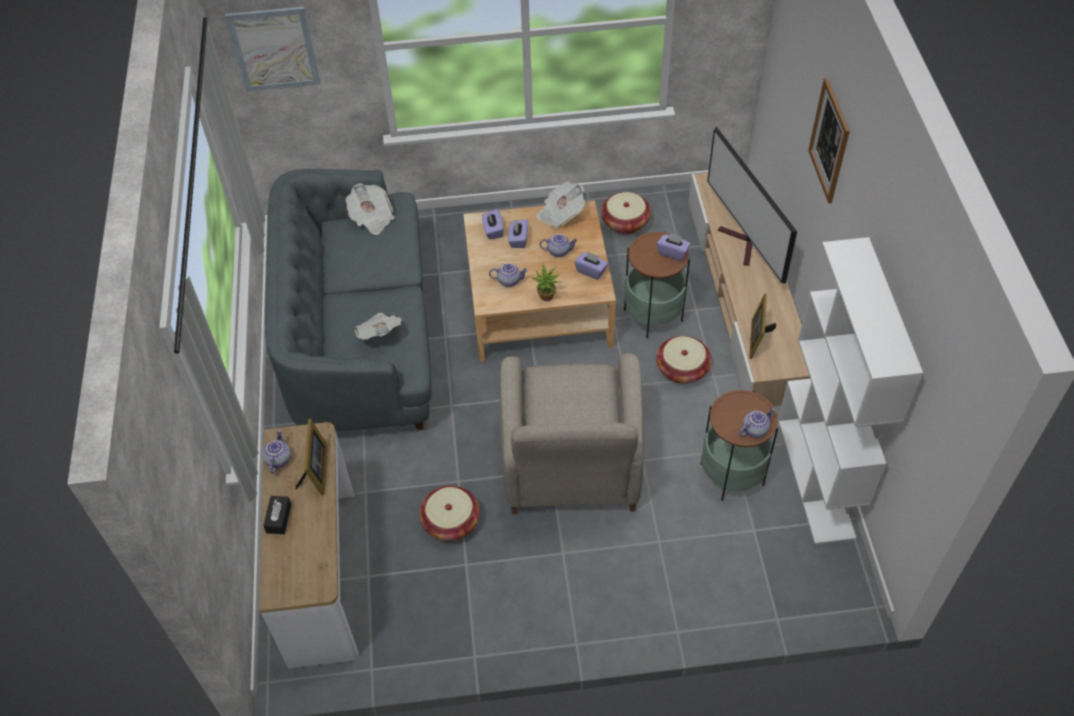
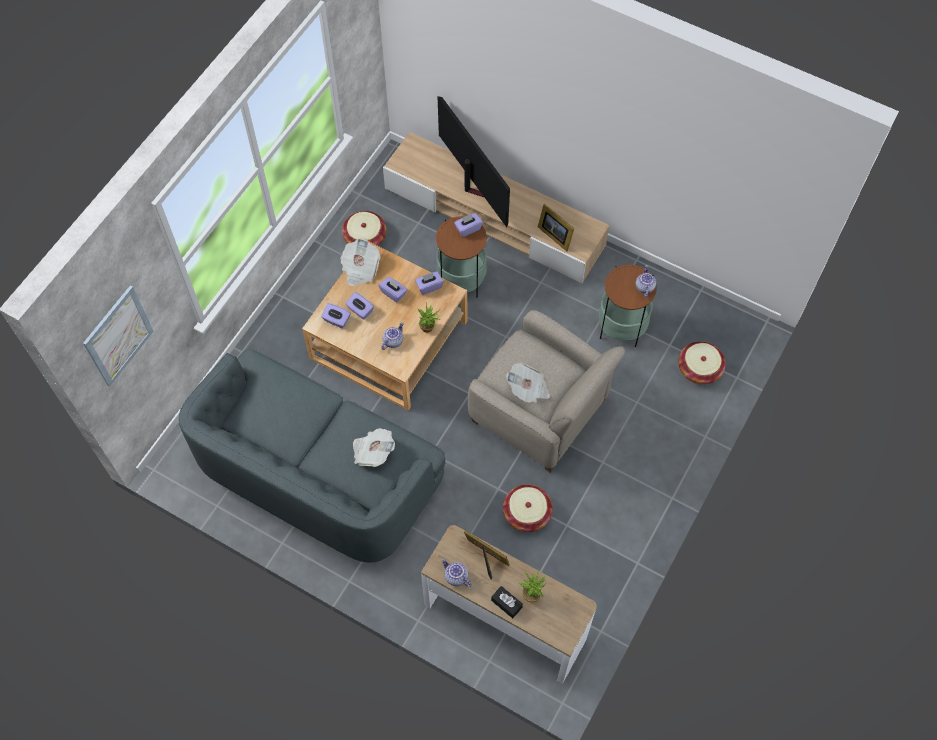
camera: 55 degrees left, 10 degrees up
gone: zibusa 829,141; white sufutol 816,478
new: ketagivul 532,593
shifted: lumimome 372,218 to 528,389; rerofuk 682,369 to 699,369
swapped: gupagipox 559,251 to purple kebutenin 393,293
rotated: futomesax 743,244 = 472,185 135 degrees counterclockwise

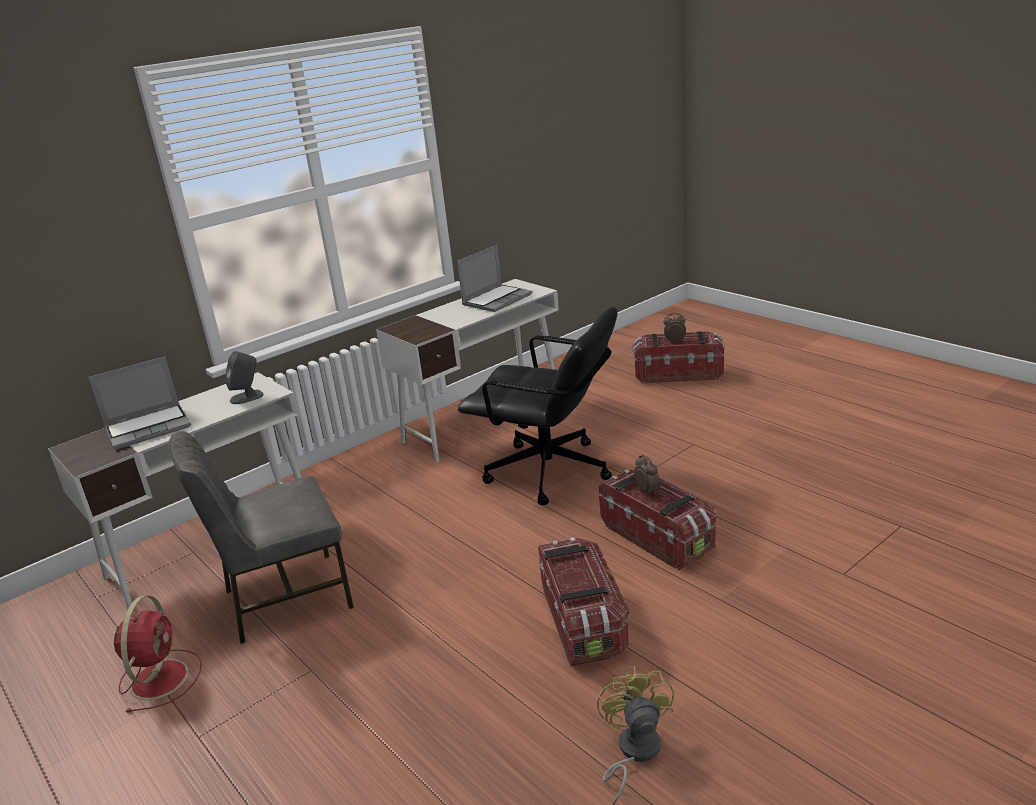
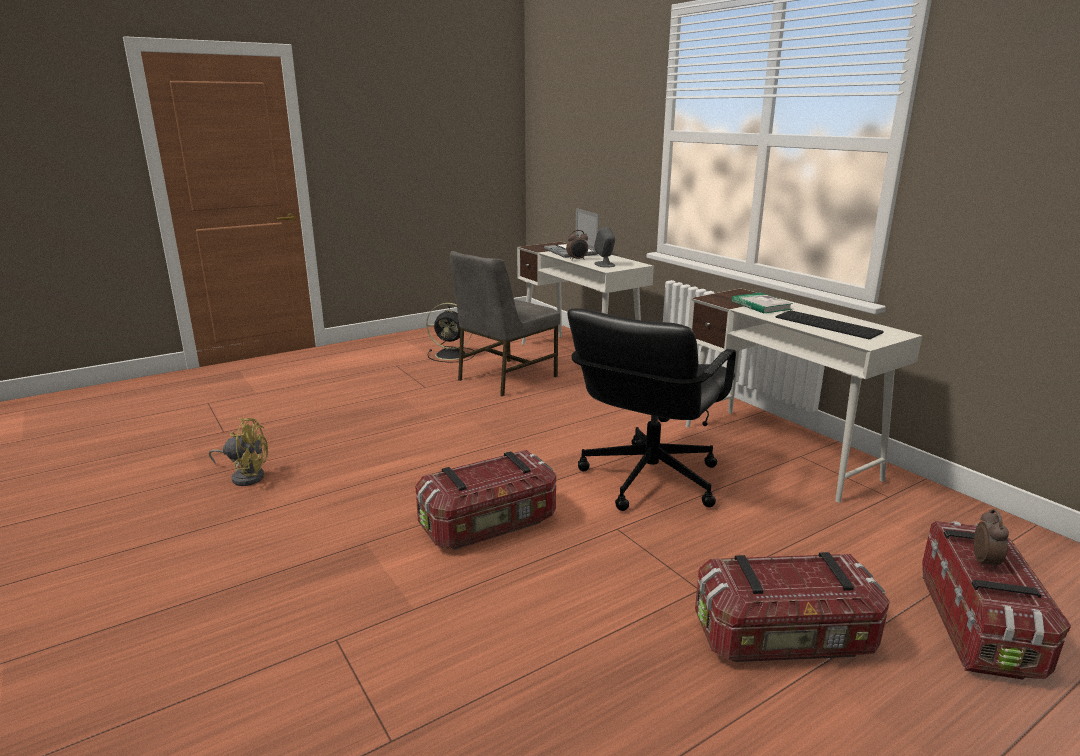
camera: 95 degrees right, 5 degrees down
new: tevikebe 761,305
shifted: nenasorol 648,492 to 577,259; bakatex 583,621 to 784,639
swapped: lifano 497,299 to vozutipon 829,325
repainted: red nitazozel 160,677 to black nitazozel 452,355
rotated: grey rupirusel 285,598 = 505,378 120 degrees counterclockwise

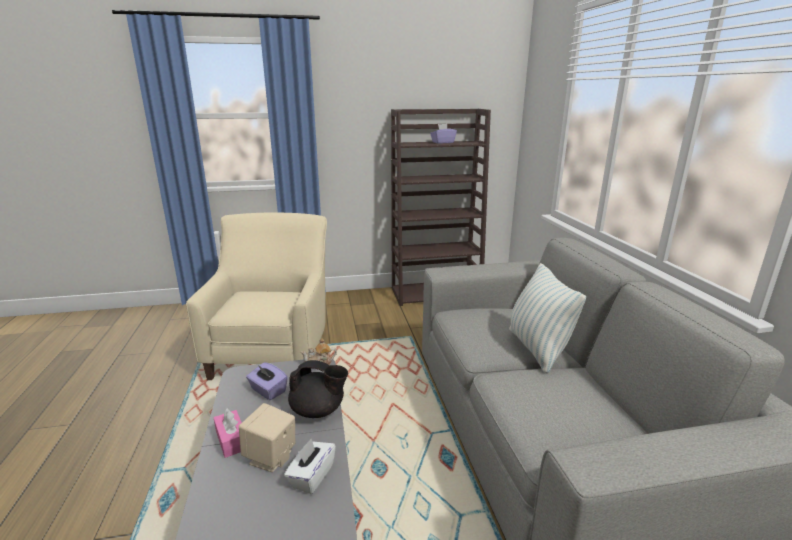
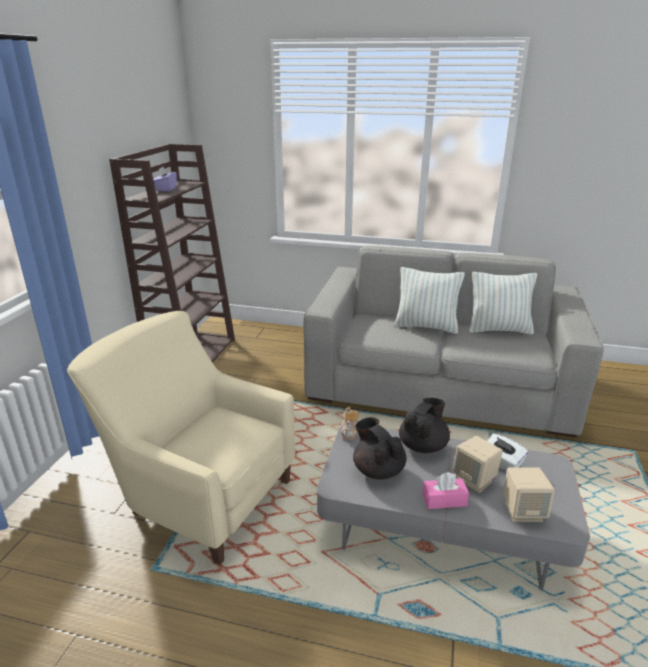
camera: 65 degrees left, 5 degrees up
new: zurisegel 498,329; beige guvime 523,511
swapped: purple kebutenin 268,391 to black gupagipox 378,470

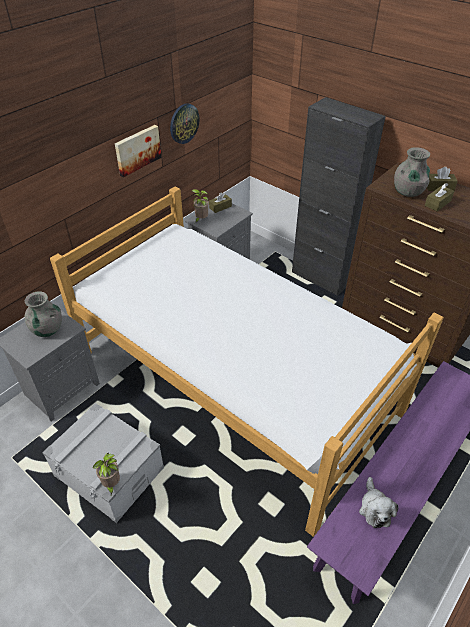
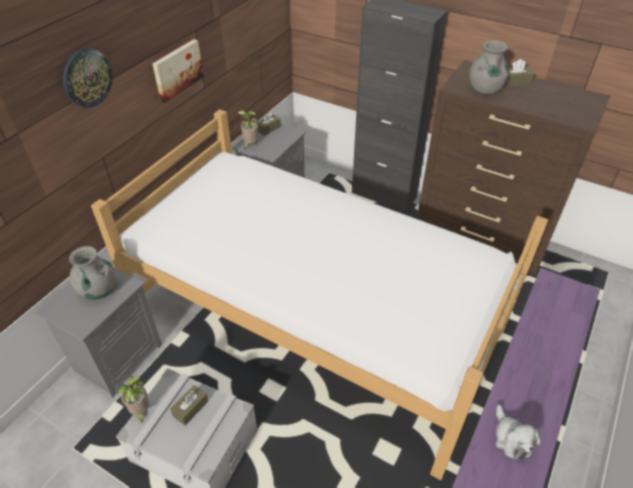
camera: 10 degrees left, 0 degrees up
shifted: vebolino 184,123 to 87,78; brown kebutenin 437,203 to 190,408; ketagivul 111,484 to 140,411

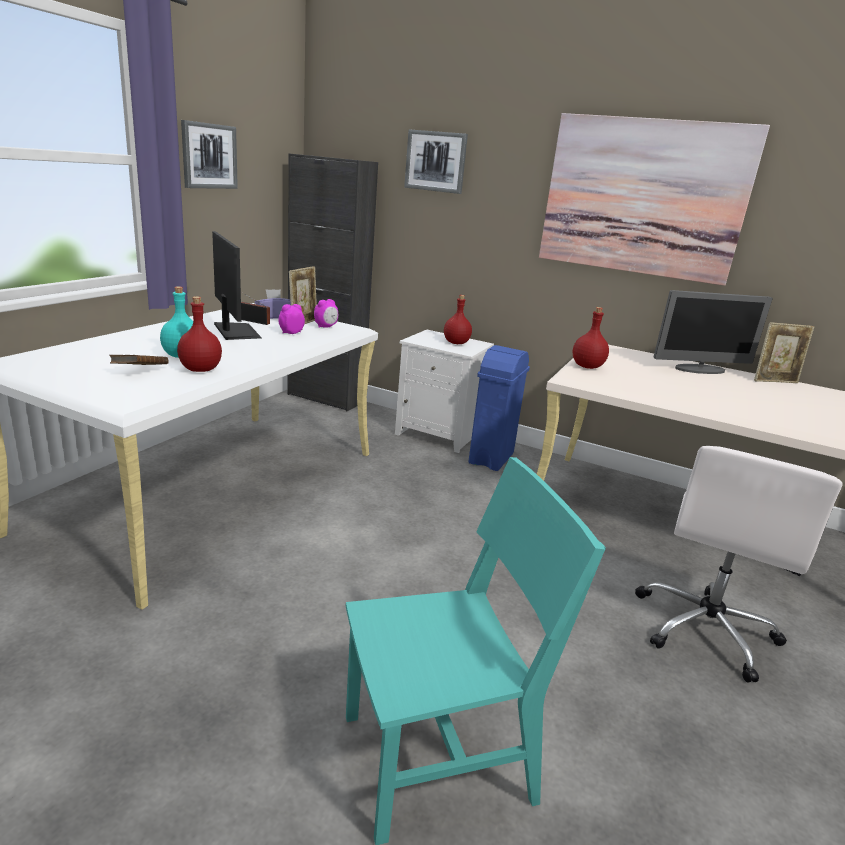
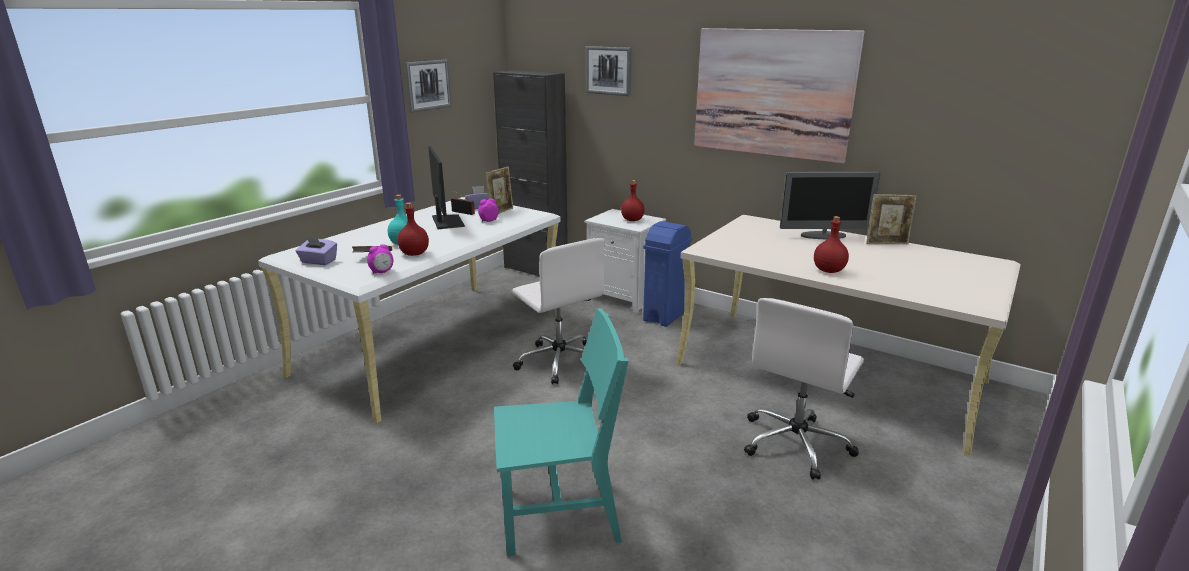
camera: 10 degrees right, 0 degrees up
new: purple kebutenin 318,261; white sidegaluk 559,361
shifted: nenasorol 326,327 to 382,272; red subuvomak 586,367 to 828,270

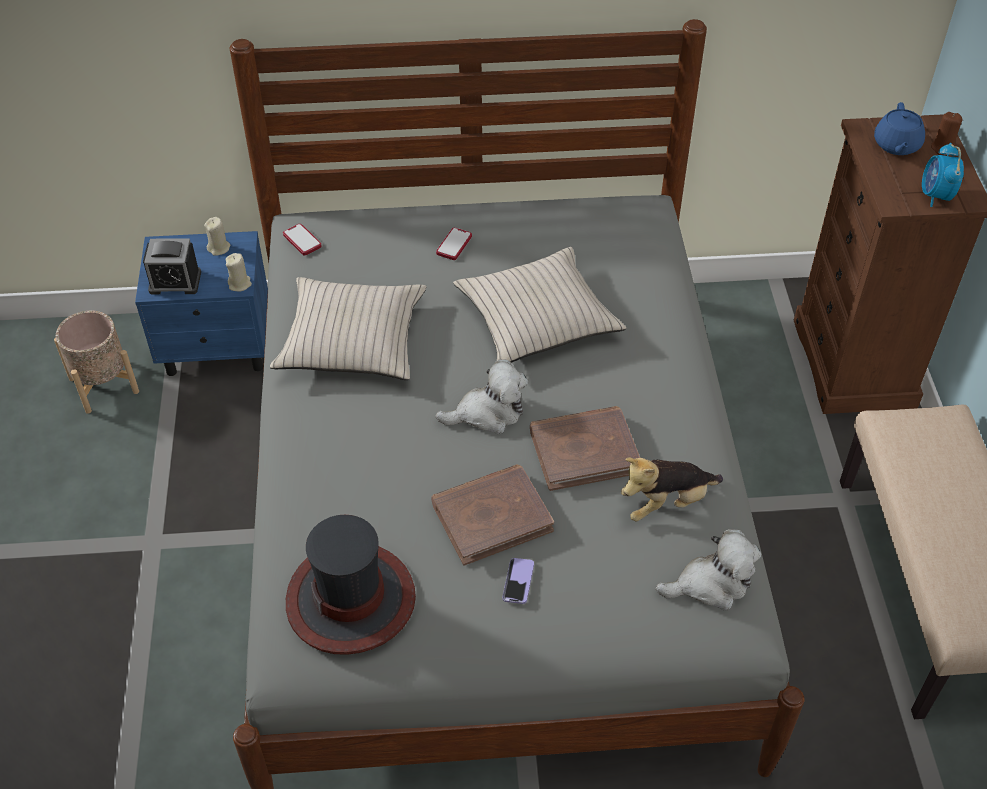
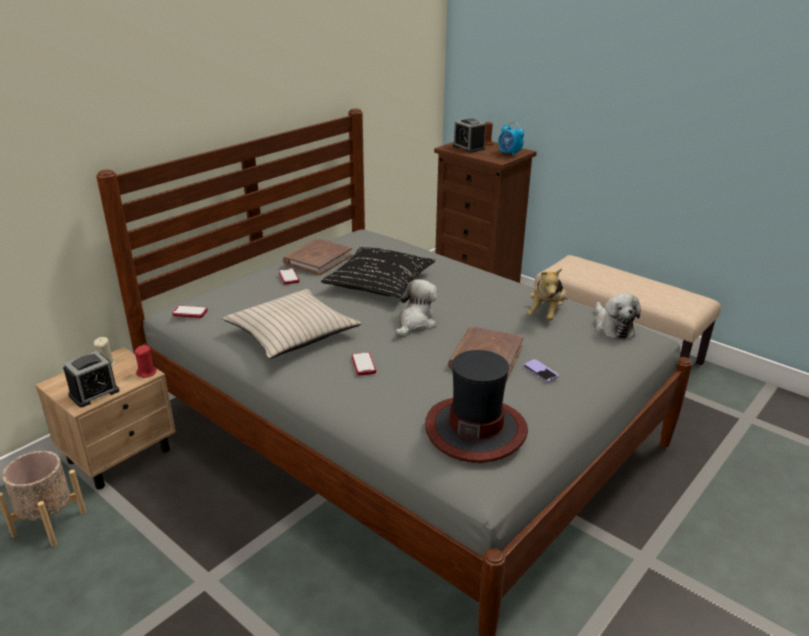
camera: 45 degrees left, 20 degrees down
new: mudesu 363,365
shifted: brown tevikebe 584,451 to 318,260
swapped: blue gupagipox 896,145 to nenasorol 468,148
repainted: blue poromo 218,346 to beige poromo 121,455; beige zurisegel 537,318 to black zurisegel 379,282; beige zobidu 240,284 to red zobidu 147,373
rotated: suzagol 711,584 = 612,327 135 degrees clockwise

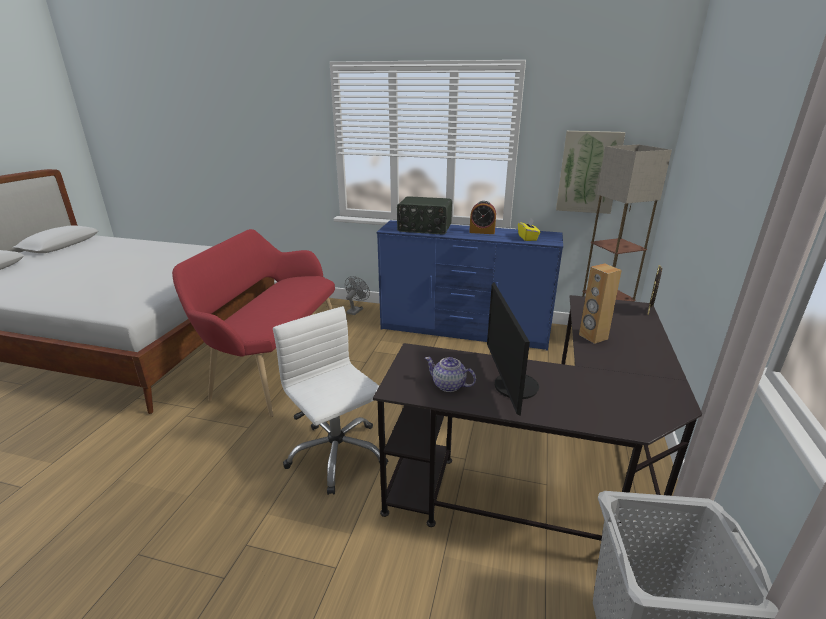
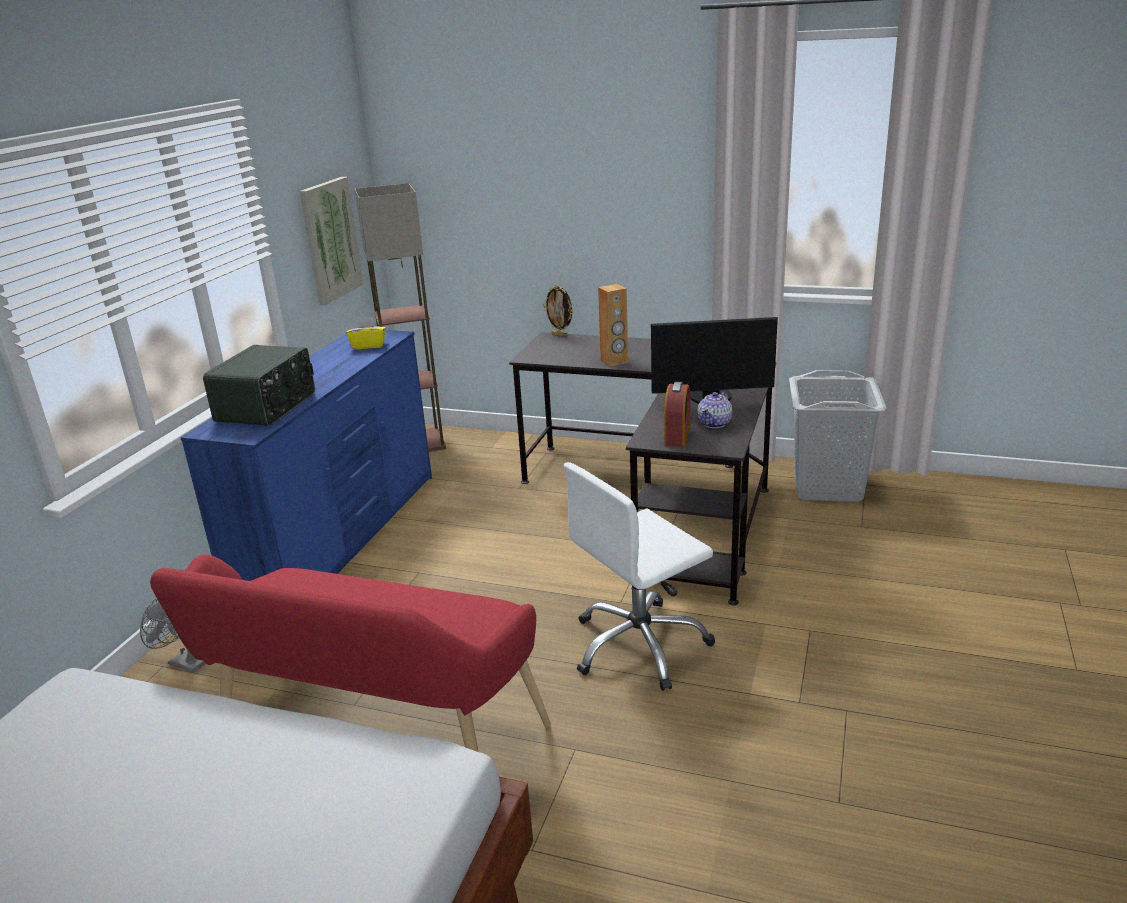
camera: 85 degrees left, 0 degrees up
shifted: nenasorol 482,232 to 677,436

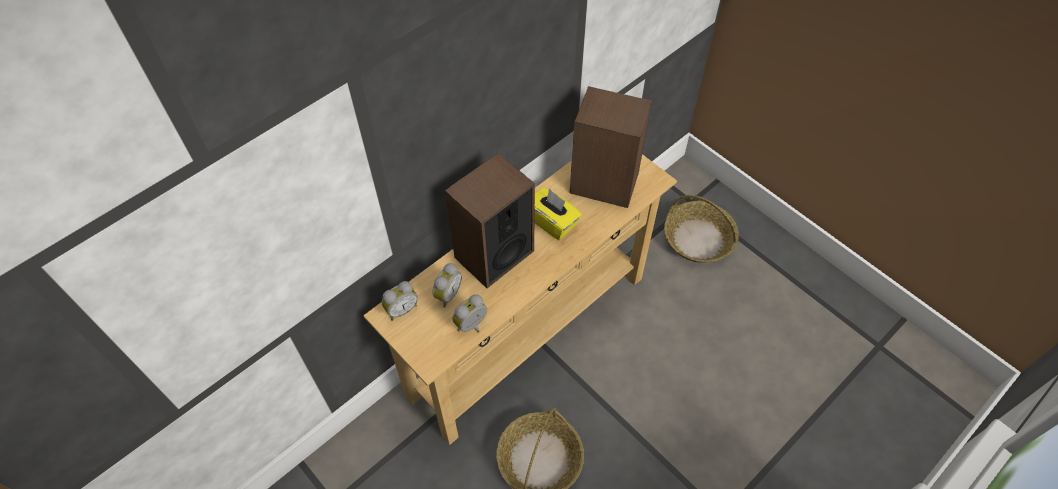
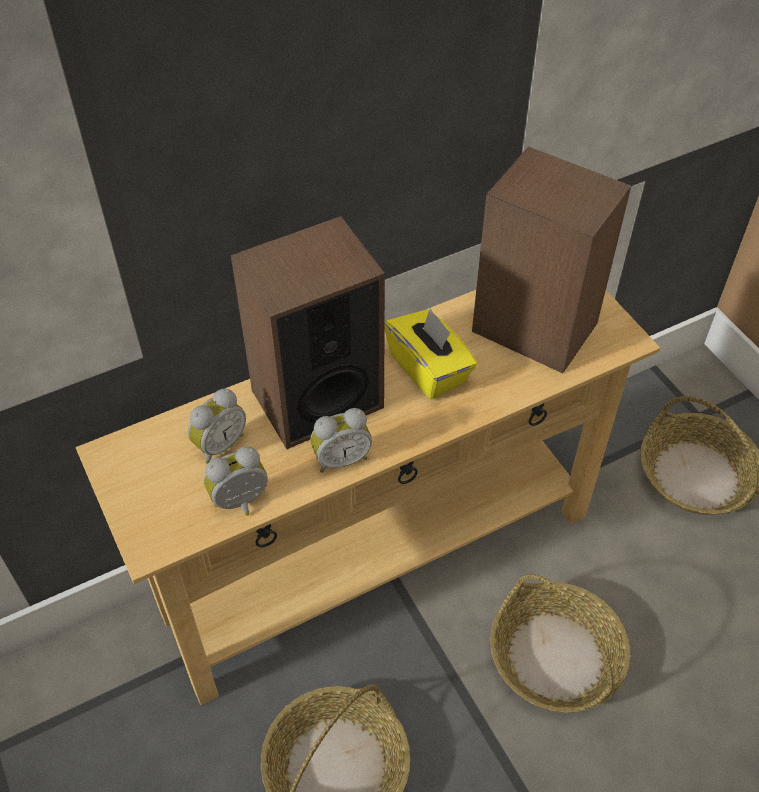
camera: 15 degrees right, 5 degrees down
new: rerofuk 556,657
shifted: nenasorol 401,309 to 341,458

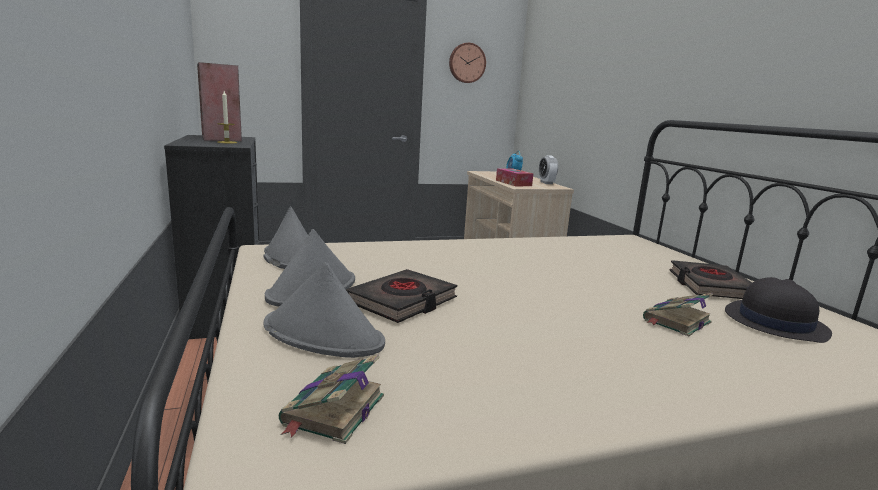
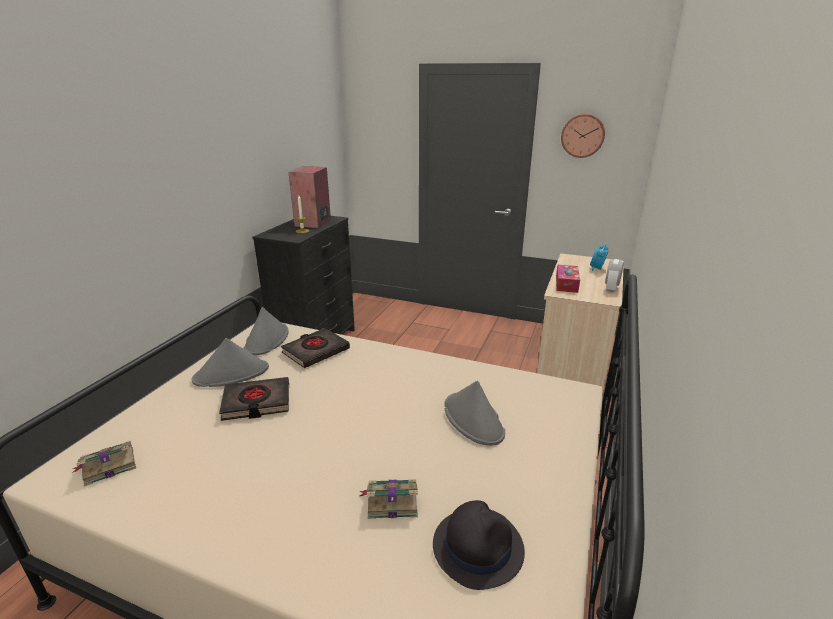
camera: 40 degrees right, 10 degrees up
shifted: black tevikebe 710,286 to 315,351; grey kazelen 324,334 to 473,419

